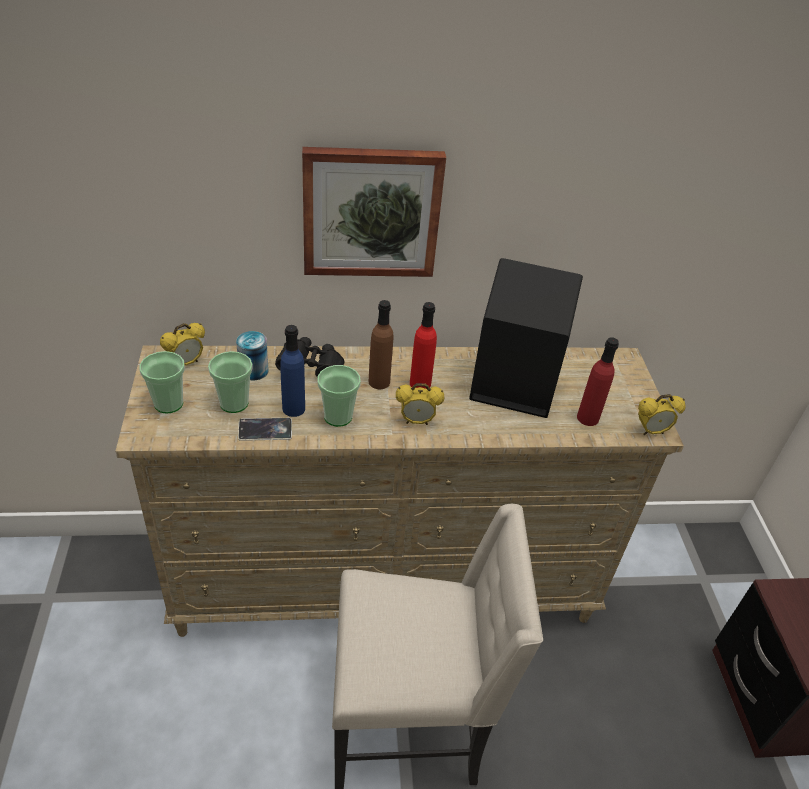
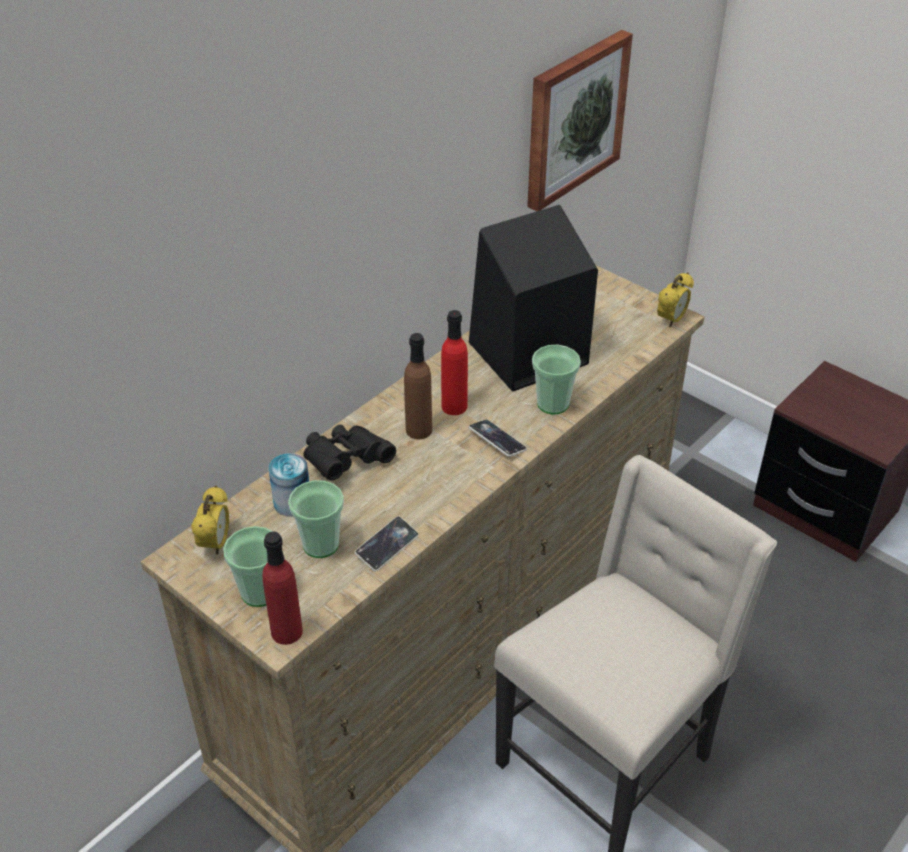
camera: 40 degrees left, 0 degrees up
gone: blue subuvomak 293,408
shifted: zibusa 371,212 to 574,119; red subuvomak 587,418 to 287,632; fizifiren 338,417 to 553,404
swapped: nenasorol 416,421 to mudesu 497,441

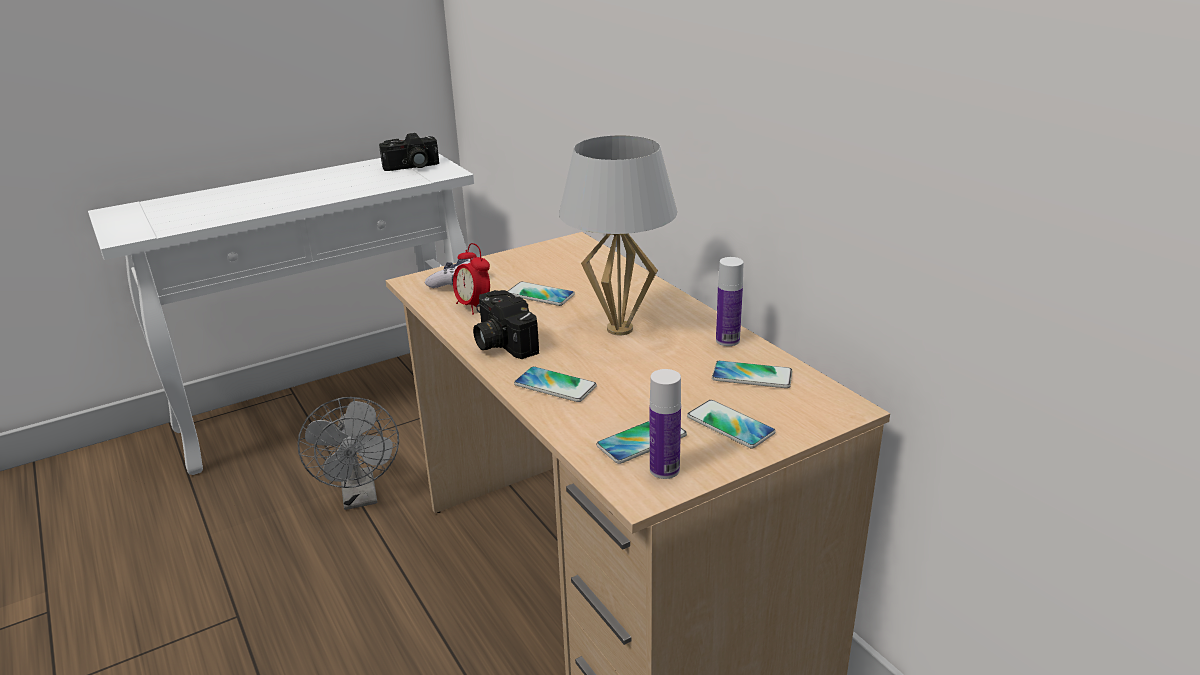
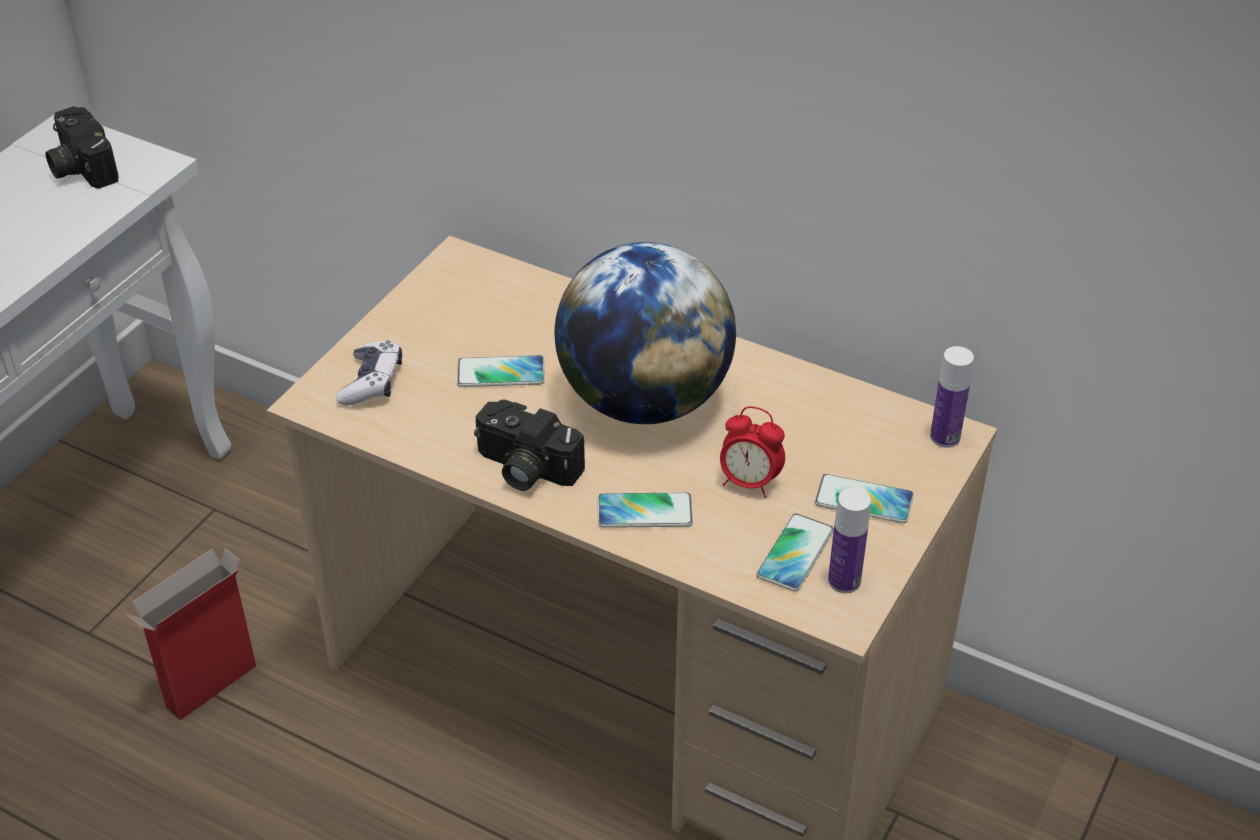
camera: 30 degrees left, 15 degrees up
gone: mudesu 752,376
shifted: nenasorol 473,307 to 749,483; subuvomak 727,340 to 945,437
swapped: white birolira 619,329 to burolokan 644,400; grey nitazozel 360,497 to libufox 210,688
rotated: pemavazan 411,167 = 79,167 105 degrees clockwise

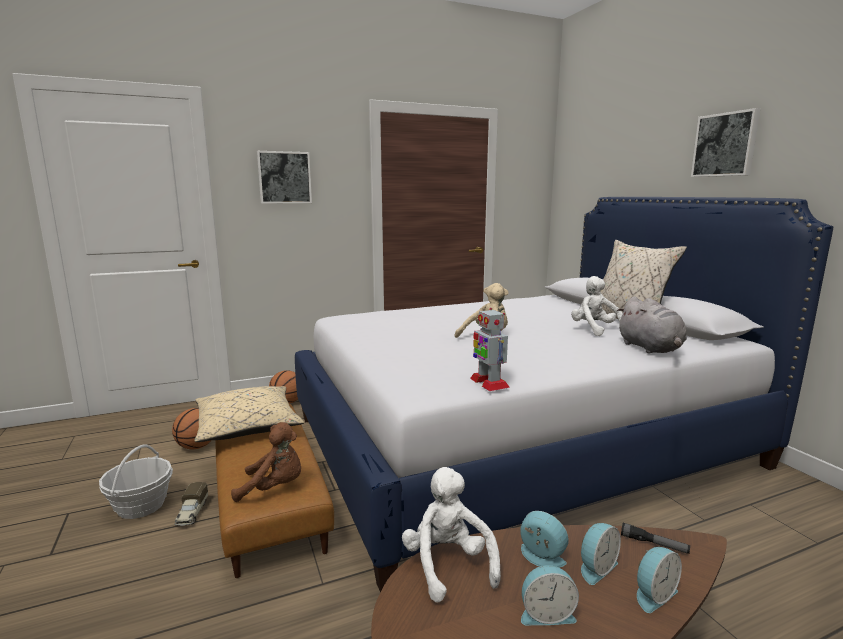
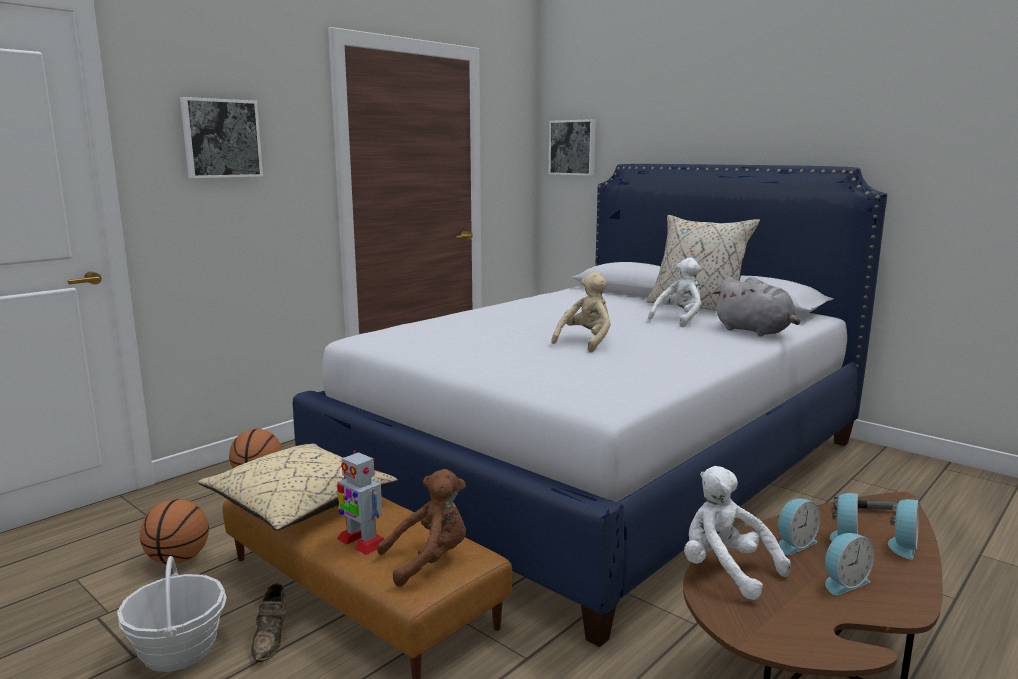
camera: 25 degrees left, 0 degrees up
shifted: zibusa 725,145 to 573,147; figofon 488,382 to 361,541
swapped: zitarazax 192,513 to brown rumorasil 271,638
rotated: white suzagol 595,330 = 679,319 90 degrees clockwise; nenasorol 540,558 = 794,544 135 degrees clockwise

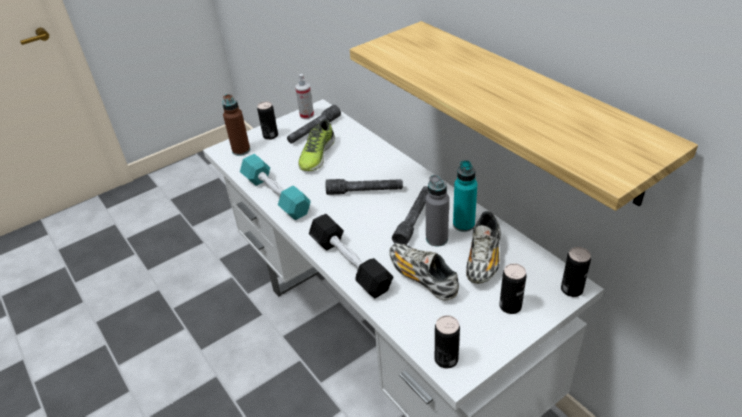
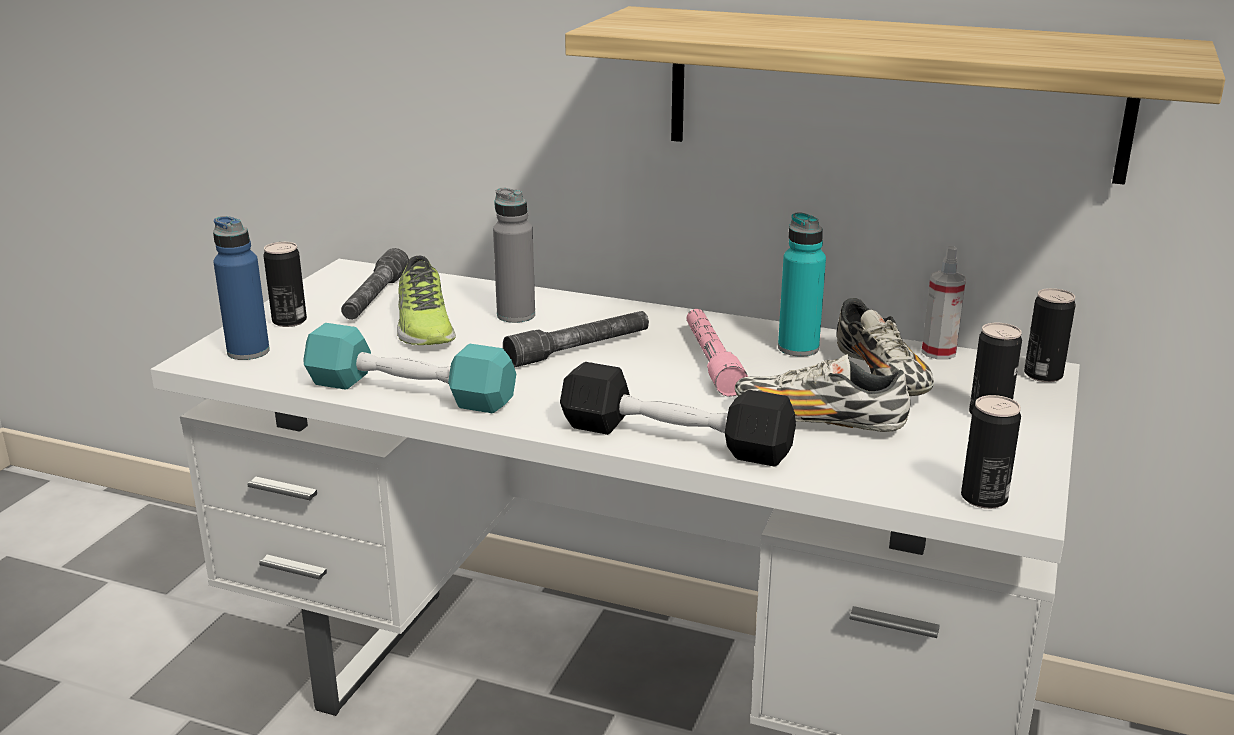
camera: 35 degrees left, 15 degrees down
shifted: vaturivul 306,115 to 938,352; grey subuvomak 437,239 to 516,315
repainted: brown subuvomak 241,150 to blue subuvomak 248,352; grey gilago 414,219 to pink gilago 712,361

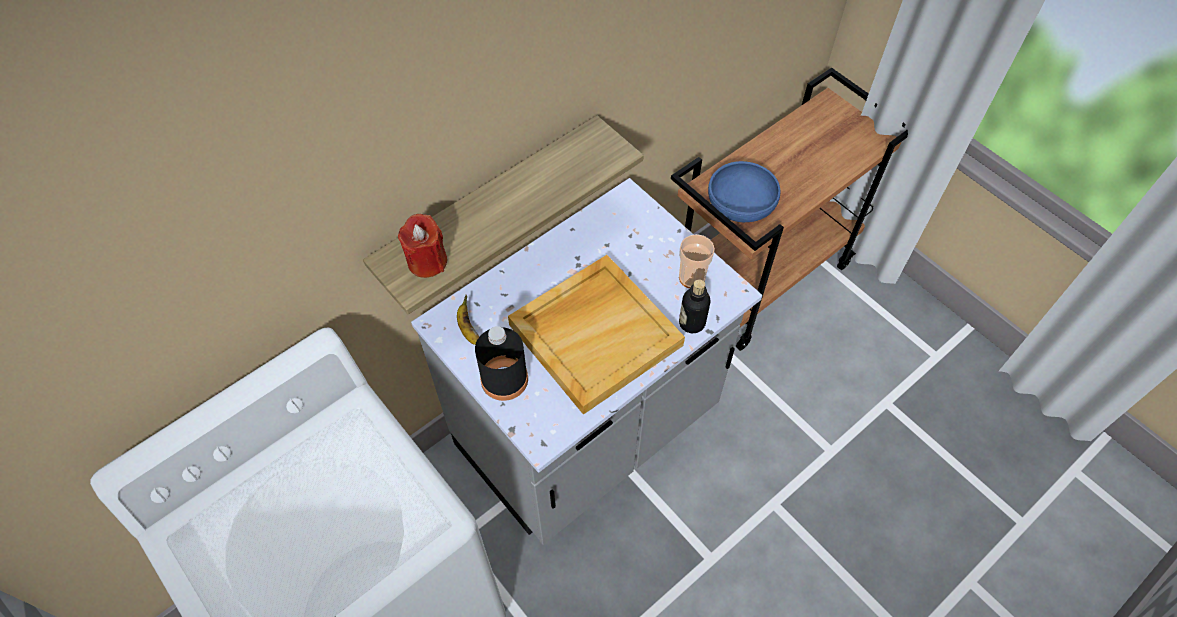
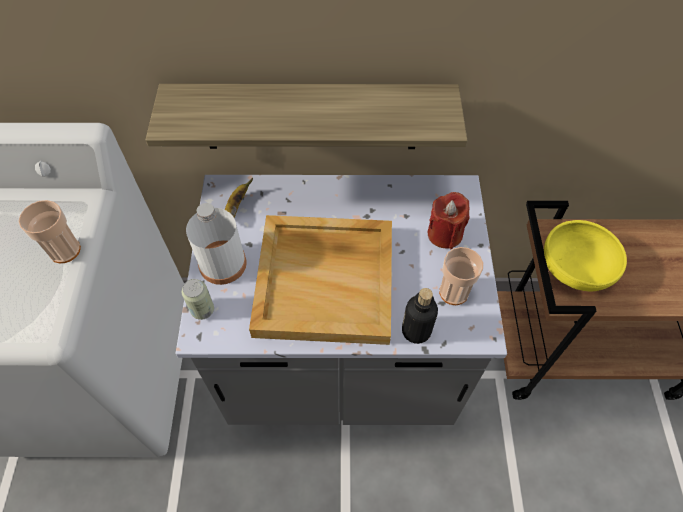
camera: 40 degrees right, 0 degrees up
new: fizifiren 65,250; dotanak 202,310
shifted: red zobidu 427,261 to 444,234
repainted: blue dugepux 740,205 to yellow dugepux 575,268; black subuvomak 504,379 to white subuvomak 222,264

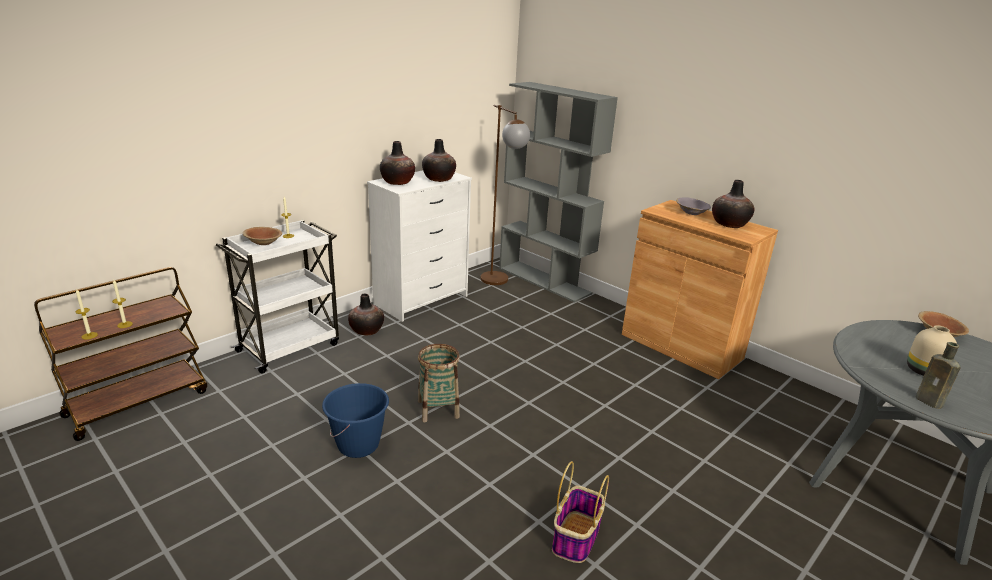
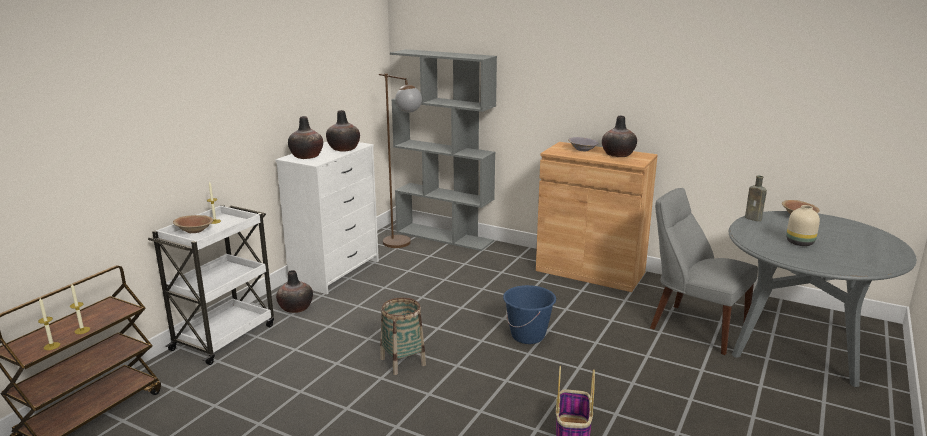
camera: 15 degrees left, 5 degrees down
new: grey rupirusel 694,327
shifted: brown subuvomak 930,402 to 754,219; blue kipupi 359,445 to 528,336

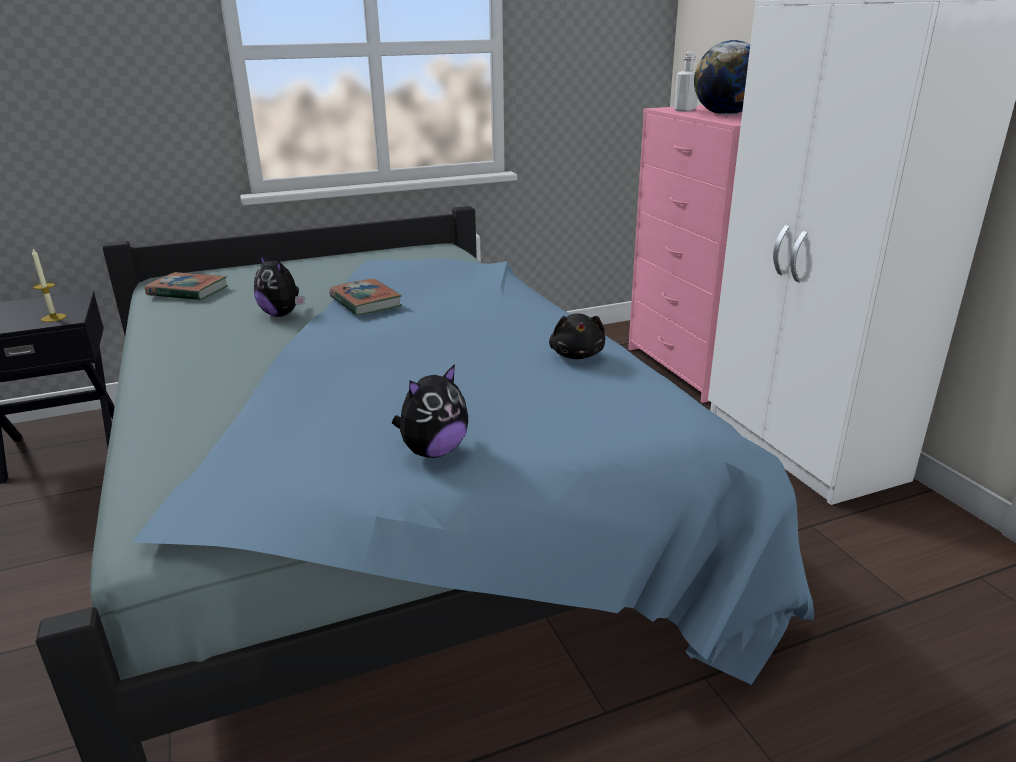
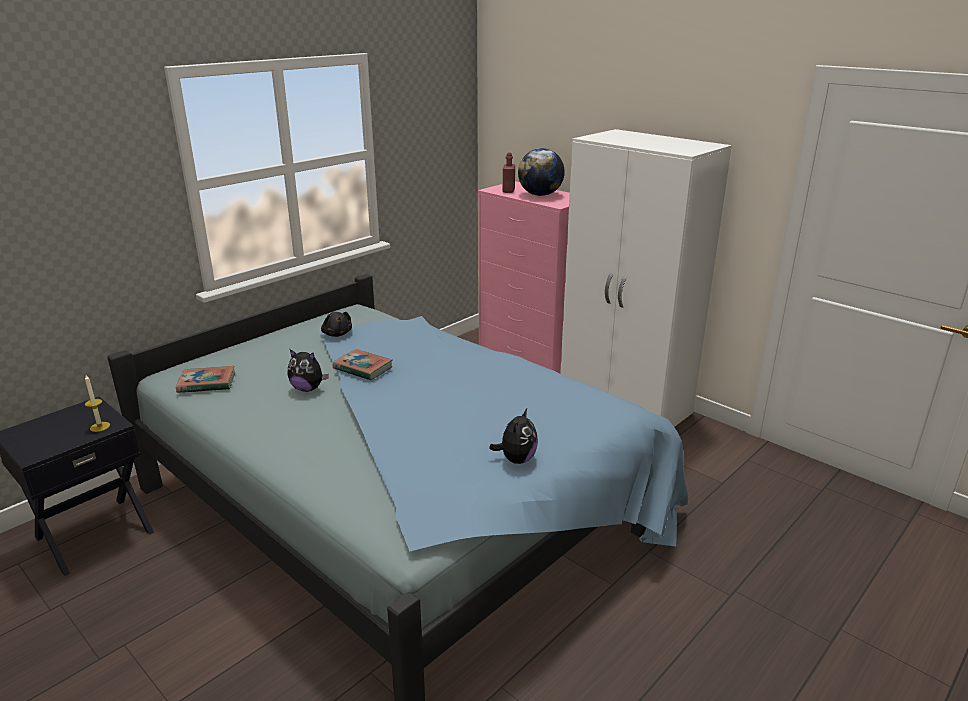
camera: 25 degrees left, 0 degrees up
shifted: black suzagol 577,354 to 337,334
repainted: white subuvomak 685,110 to red subuvomak 508,190

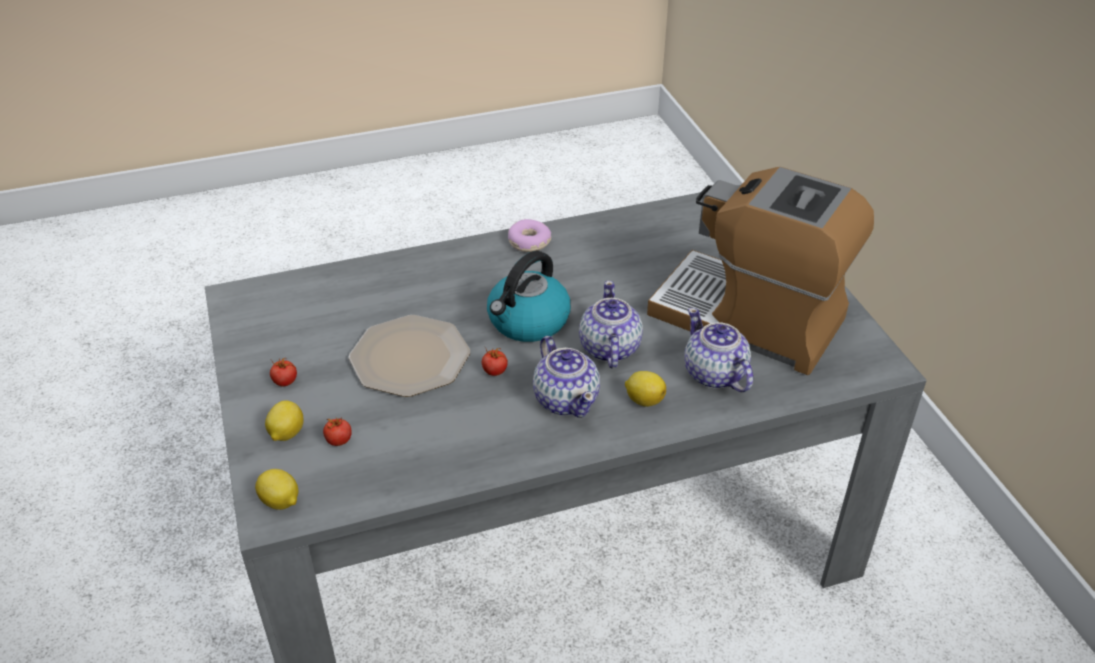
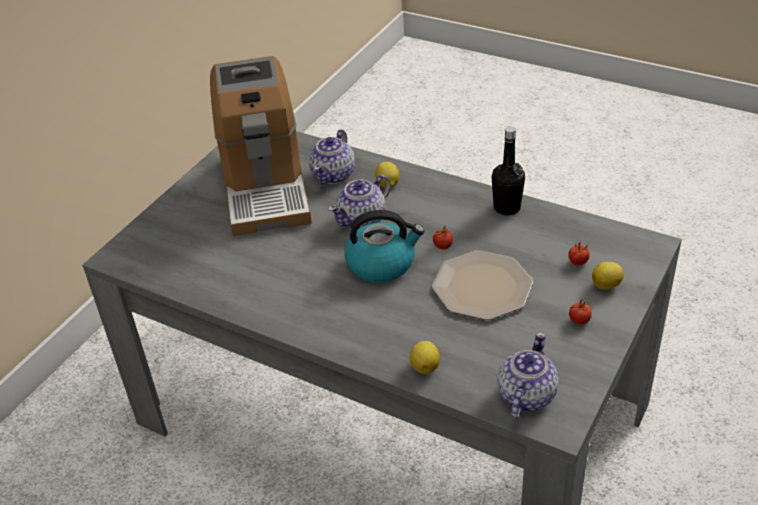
camera: 130 degrees left, 0 degrees up
gone: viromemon 529,242
new: black subuvomak 507,208
shifted: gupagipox 566,399 to 525,395; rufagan 281,502 to 425,366

